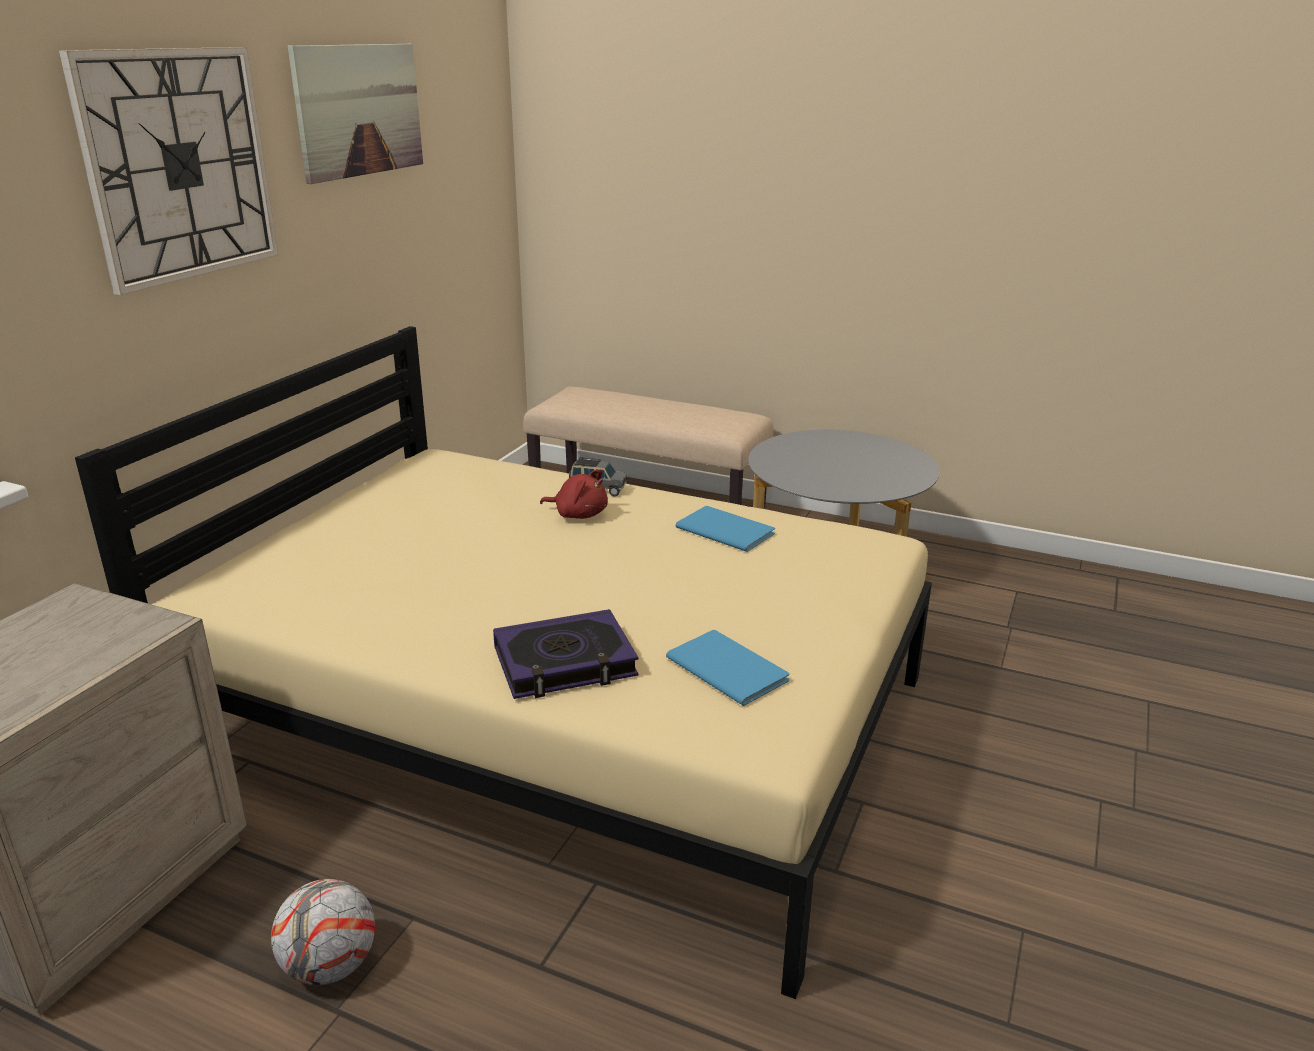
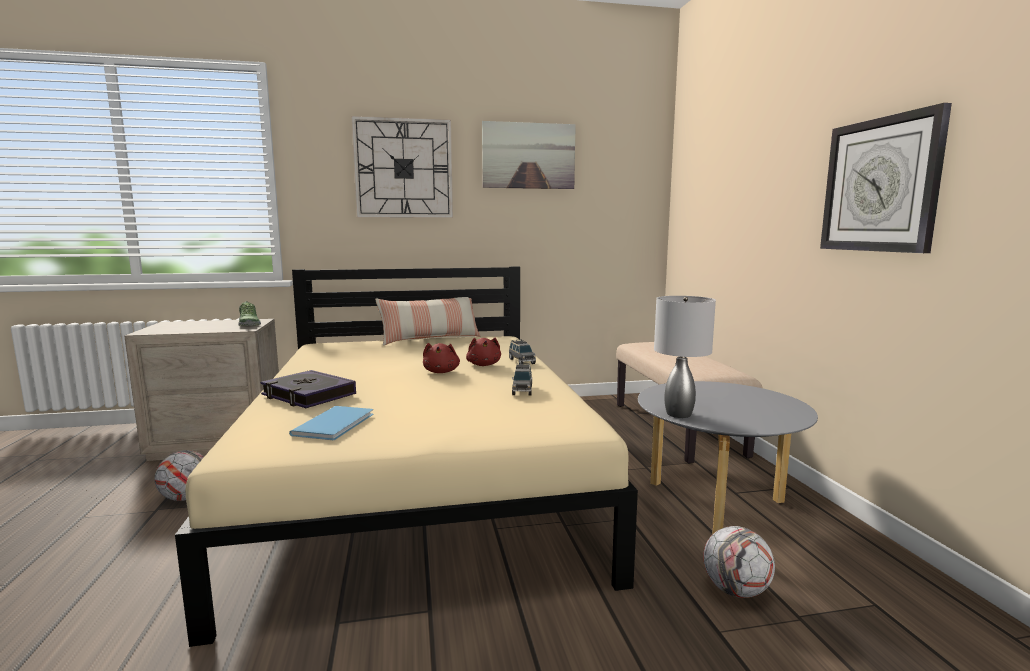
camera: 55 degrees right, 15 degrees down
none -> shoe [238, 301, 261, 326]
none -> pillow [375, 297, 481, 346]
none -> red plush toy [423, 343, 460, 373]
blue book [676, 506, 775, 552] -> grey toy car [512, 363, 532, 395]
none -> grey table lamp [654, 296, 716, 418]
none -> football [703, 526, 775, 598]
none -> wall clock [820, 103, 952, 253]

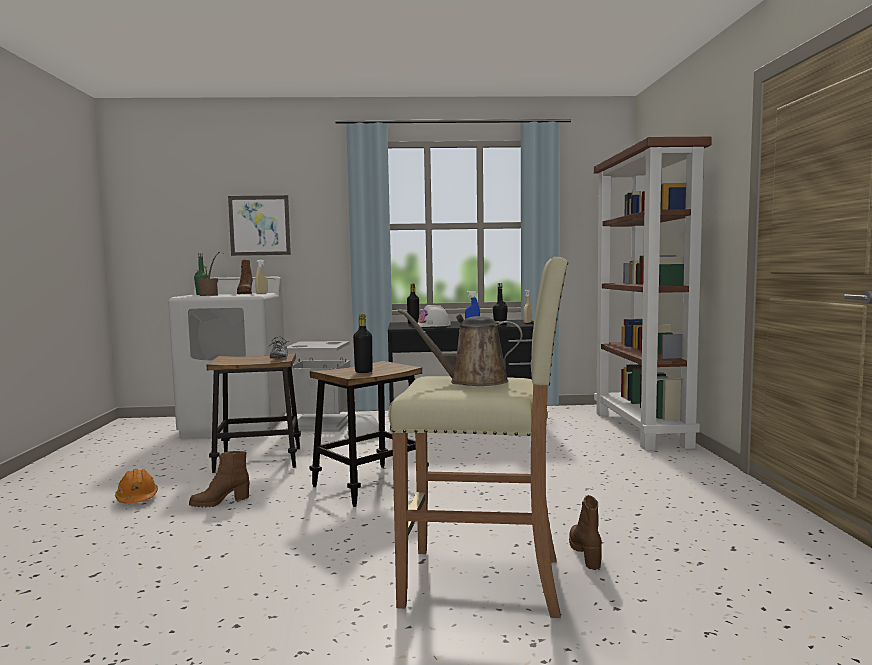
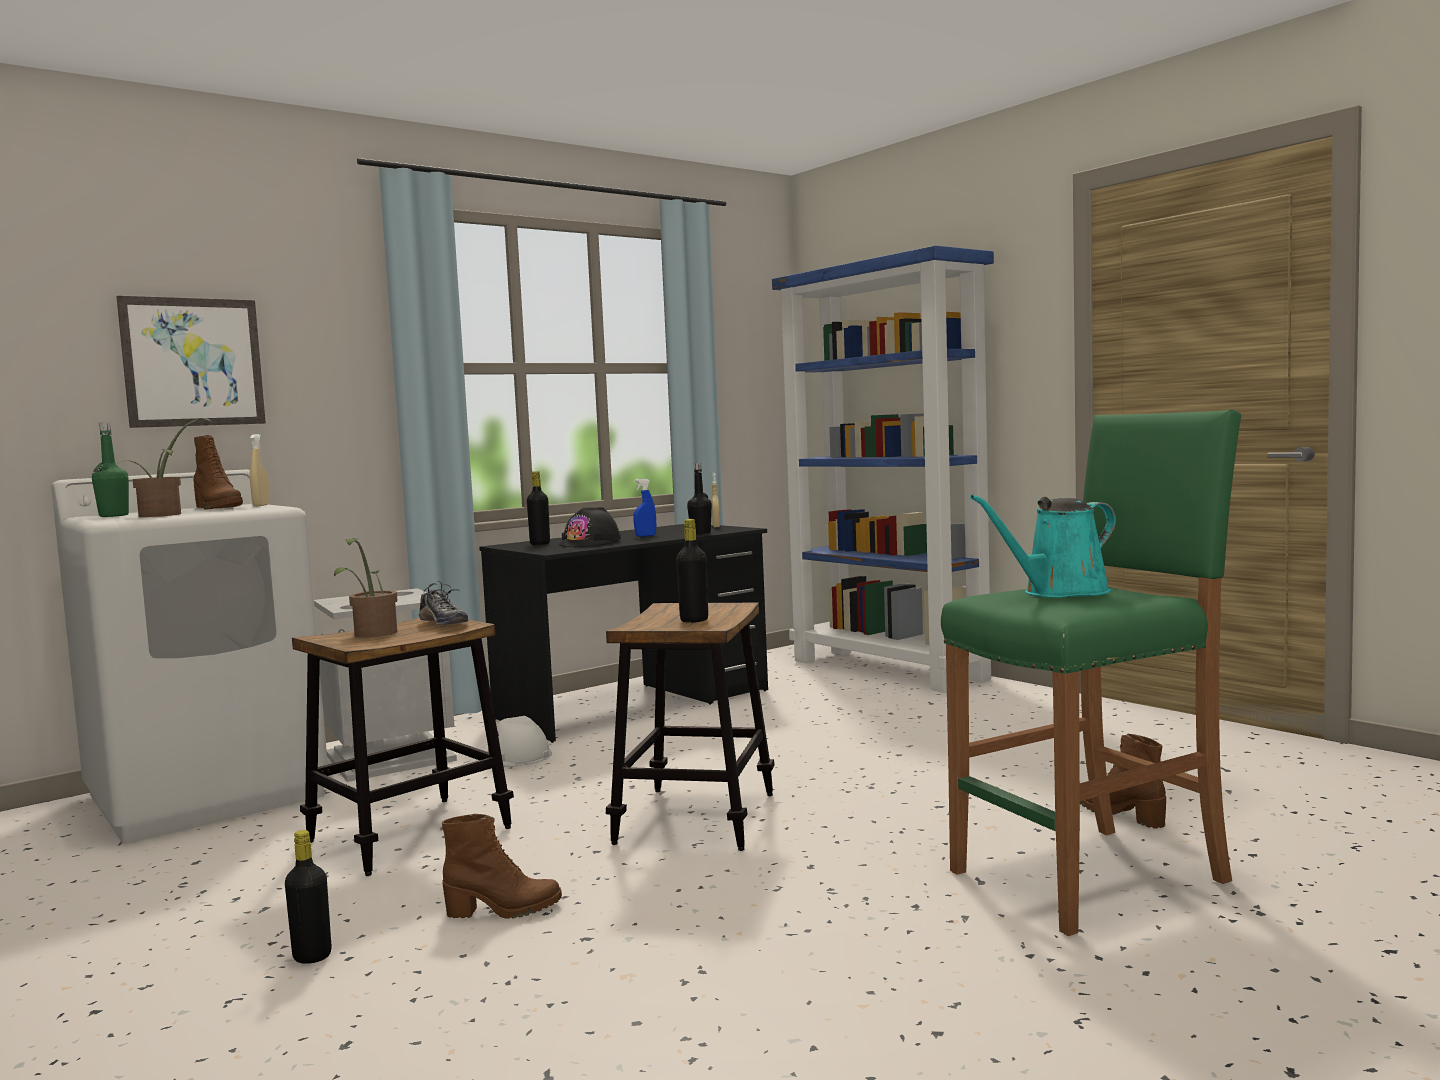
camera: 35 degrees left, 0 degrees up
orange hard hat [115, 469, 158, 503] -> black bottle [285, 830, 332, 964]
none -> potted plant [334, 538, 398, 638]
brown boot [189, 451, 249, 507] -> brown boot [442, 814, 562, 919], 120 degrees counterclockwise
white hard hat [418, 305, 451, 327] -> black hard hat [559, 507, 621, 547]
brown bookcase [594, 137, 712, 450] -> blue bookcase [772, 245, 994, 693]
beige stool [389, 257, 568, 618] -> green stool [941, 410, 1242, 936]
brown watering can [398, 309, 523, 386] -> turquoise watering can [970, 494, 1116, 598]

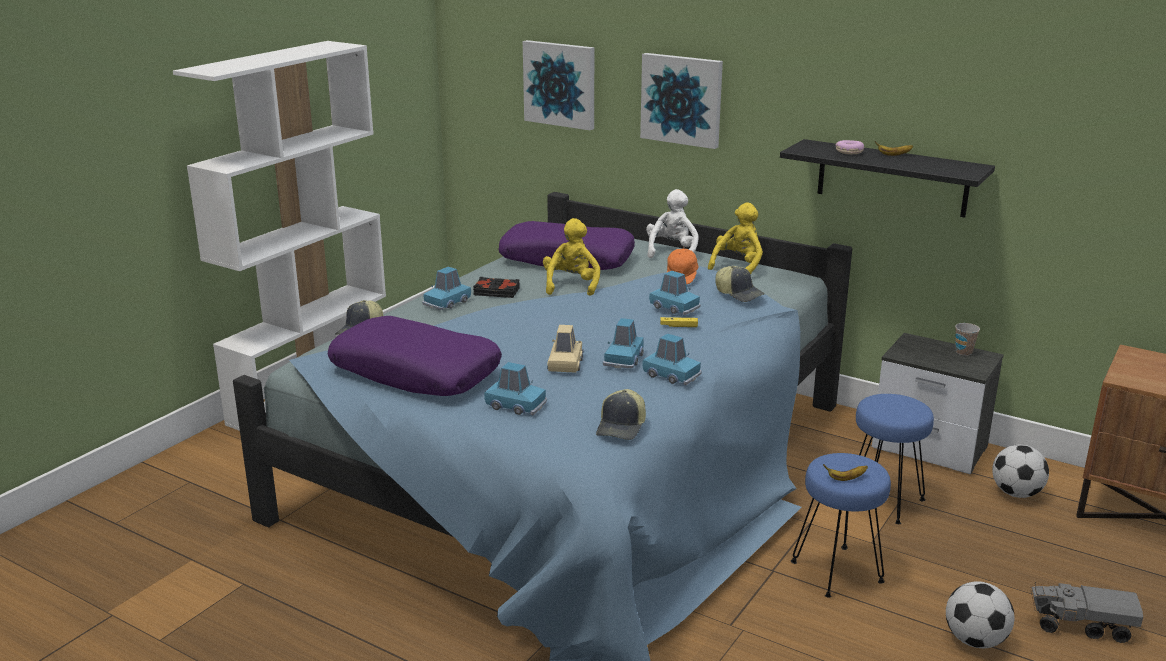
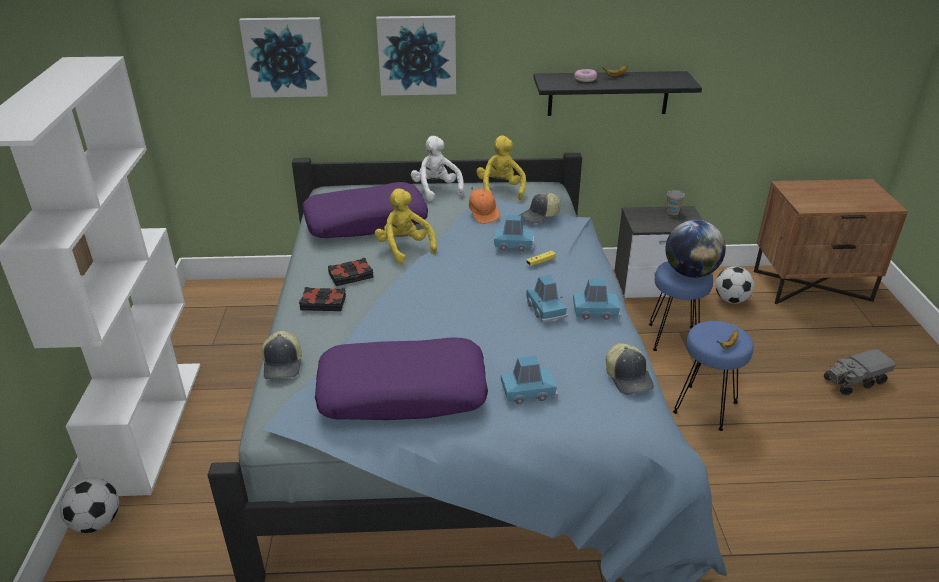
camera: 35 degrees left, 10 degrees up
football [946, 581, 1015, 648] -> football [60, 478, 119, 533], relocated
blue toy car [422, 267, 471, 310] -> black book [299, 287, 346, 311]
cap [715, 266, 764, 302] -> cap [520, 193, 560, 223], 135 degrees clockwise
none -> globe [666, 220, 726, 278]
beige toy car [547, 325, 583, 373] -> none

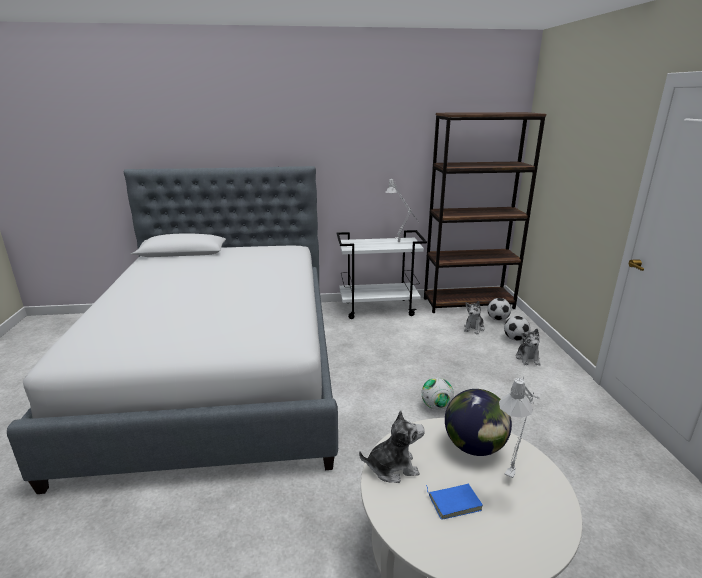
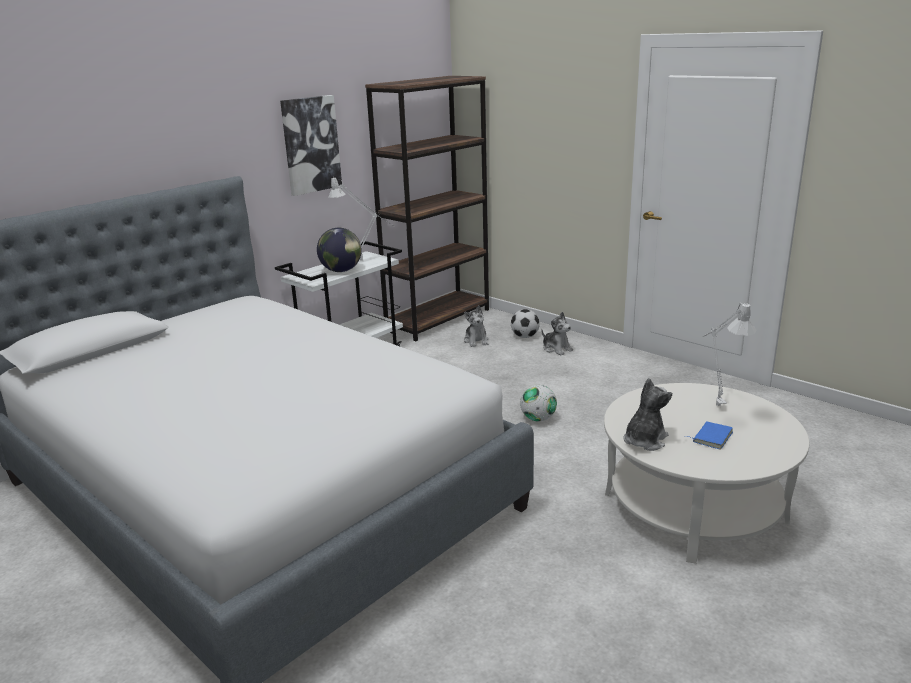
camera: 40 degrees left, 0 degrees up
none -> picture [280, 95, 342, 196]
globe [445, 389, 512, 456] -> globe [317, 228, 362, 272], relocated
football [487, 298, 511, 321] -> none

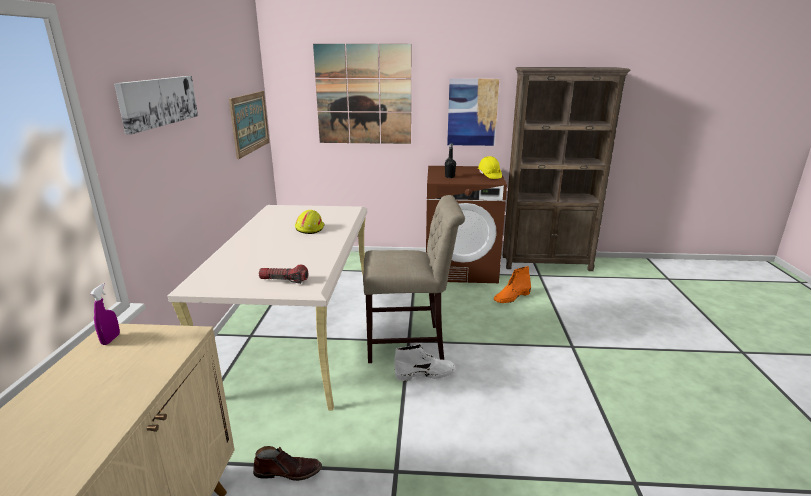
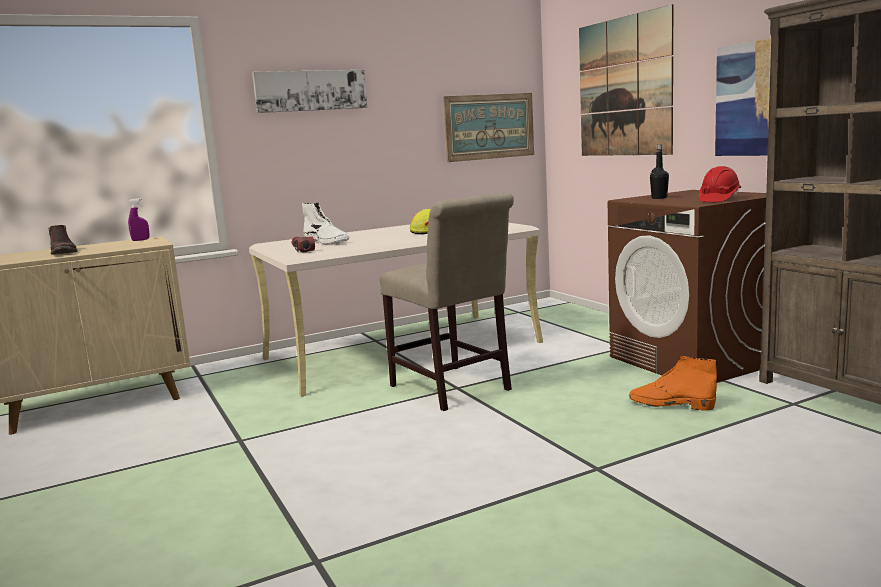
camera: 60 degrees right, 10 degrees down
brown boot [253, 446, 322, 481] -> brown boot [48, 225, 77, 255], relocated
white boot [394, 343, 456, 381] -> white boot [302, 202, 349, 244], relocated
yellow hard hat [478, 156, 502, 179] -> red hard hat [699, 166, 741, 202]

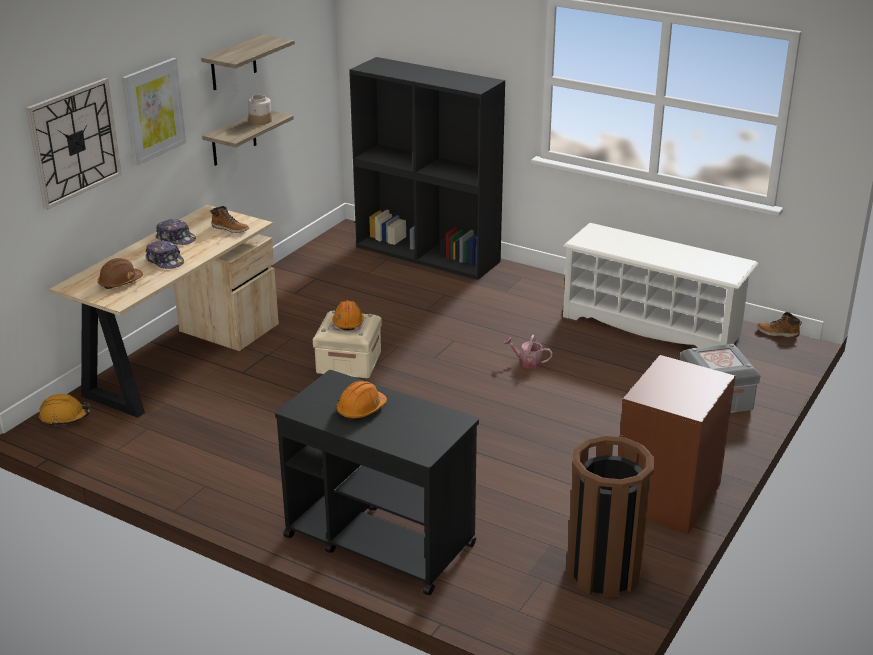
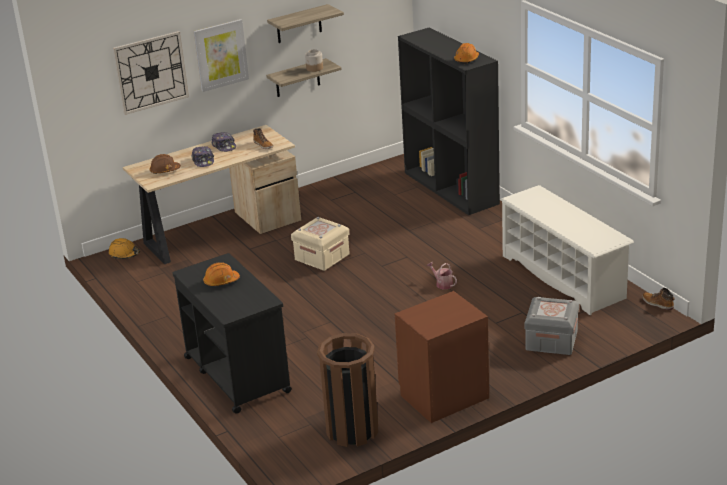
camera: 30 degrees right, 0 degrees up
orange hard hat [332, 300, 364, 331] -> orange hard hat [454, 43, 479, 64], relocated

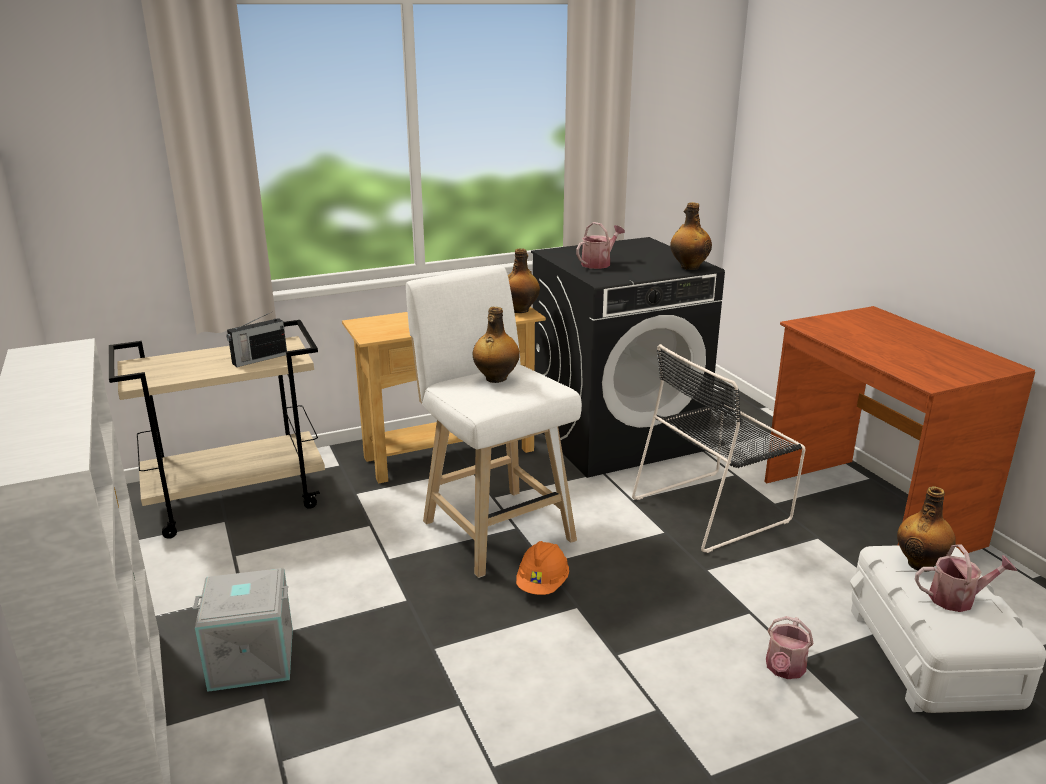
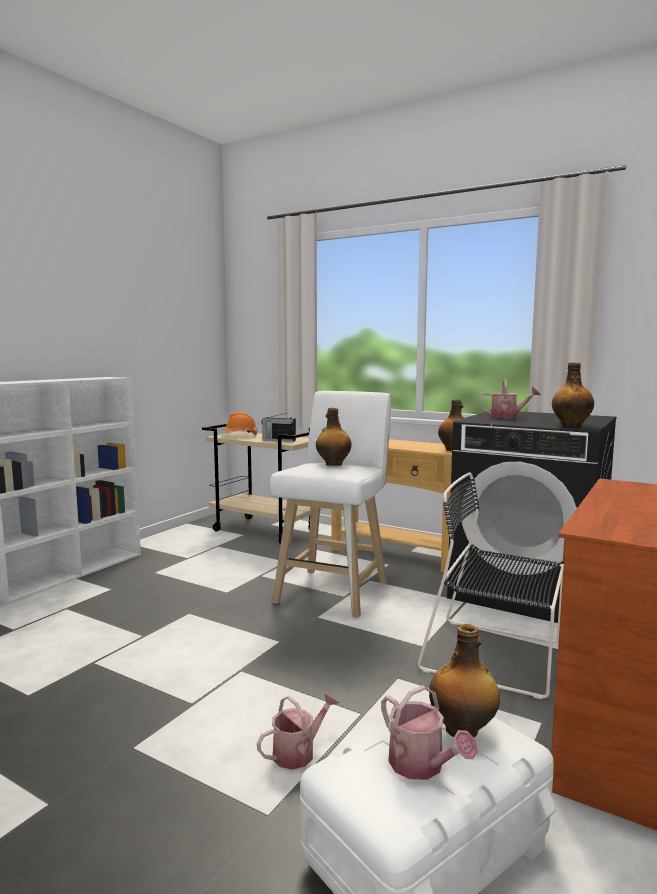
camera: 55 degrees right, 15 degrees down
orange hard hat [516, 541, 569, 595] -> orange hard hat [222, 412, 258, 436], relocated
watering can [766, 616, 813, 679] -> watering can [257, 692, 339, 770], 150 degrees clockwise
grey storage box [193, 568, 293, 692] -> none

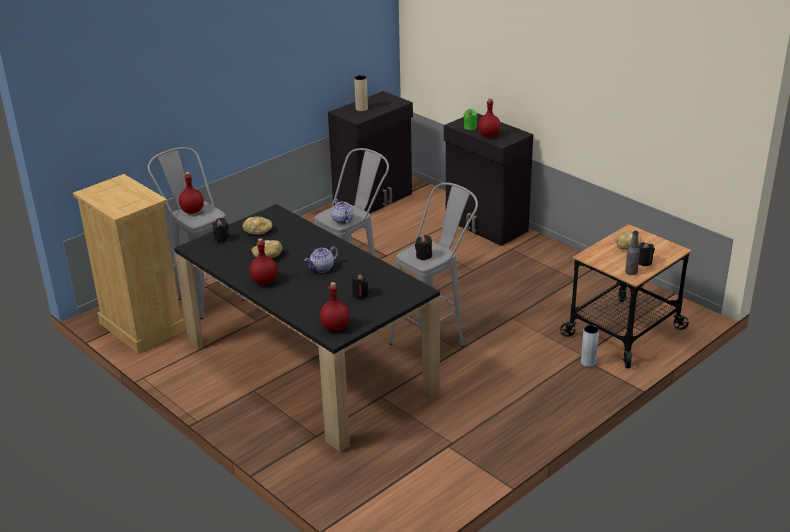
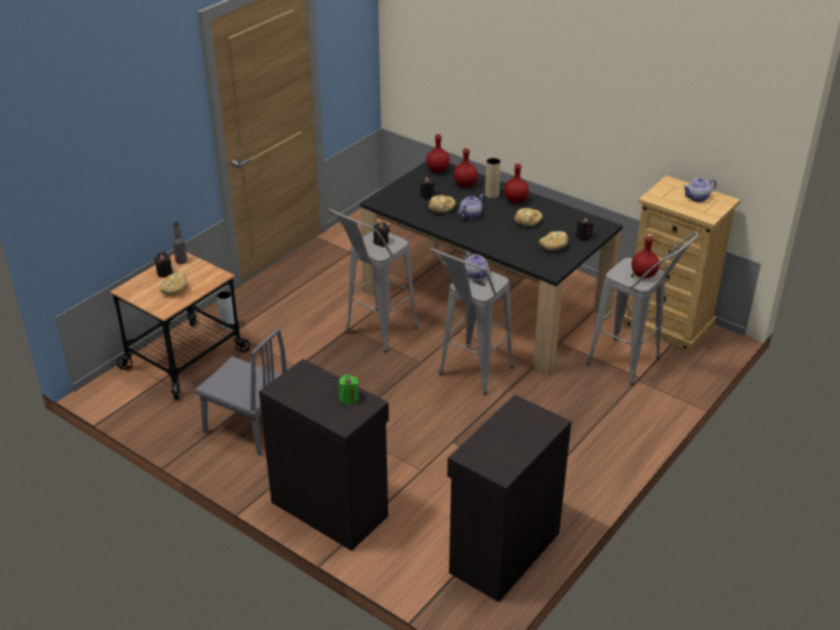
camera: 170 degrees right, 5 degrees up
none -> grey chair [194, 328, 287, 456]
none -> bread [429, 195, 456, 213]
red bottle [478, 98, 501, 137] -> red bottle [453, 146, 478, 187], relocated
beige vase [354, 75, 368, 111] -> beige vase [485, 158, 501, 198], relocated
none -> teapot [683, 178, 717, 202]

